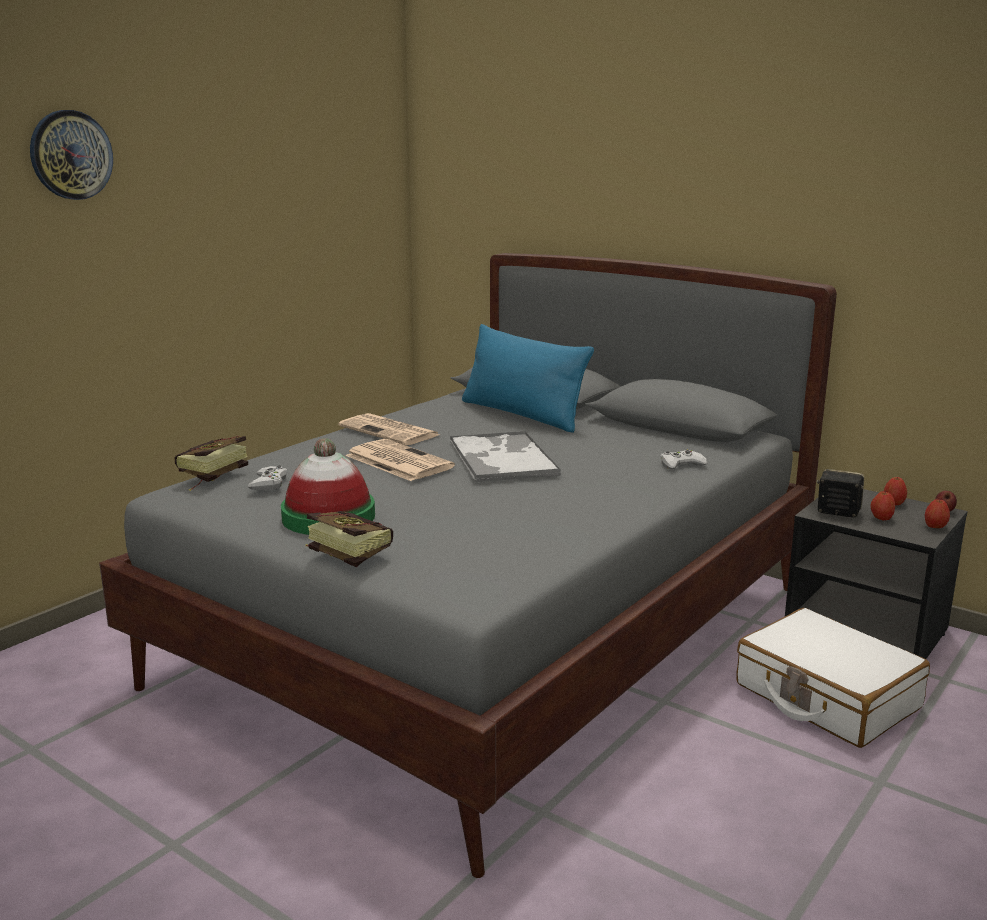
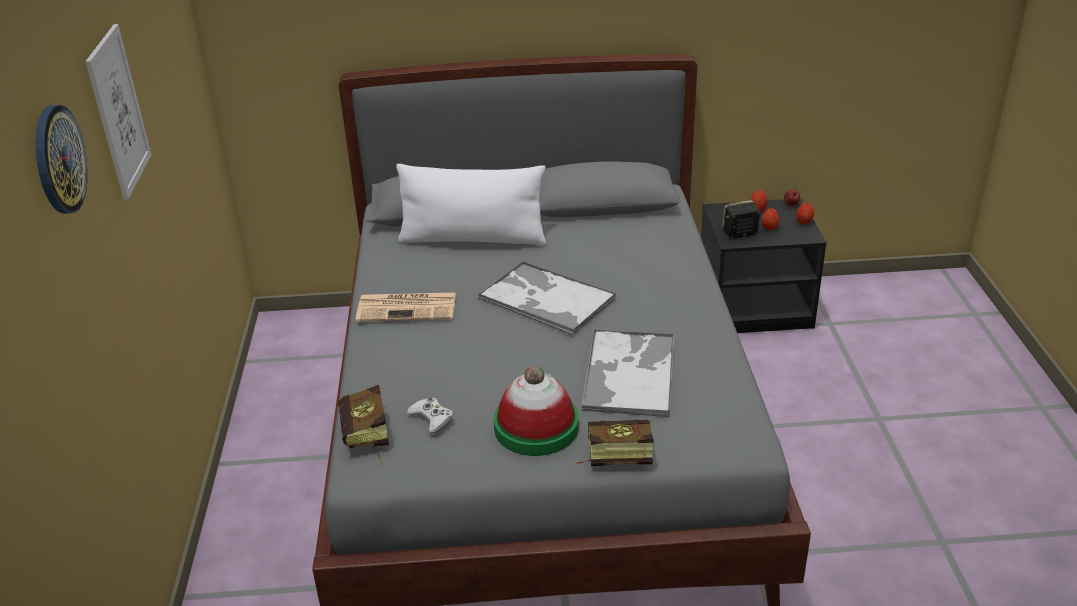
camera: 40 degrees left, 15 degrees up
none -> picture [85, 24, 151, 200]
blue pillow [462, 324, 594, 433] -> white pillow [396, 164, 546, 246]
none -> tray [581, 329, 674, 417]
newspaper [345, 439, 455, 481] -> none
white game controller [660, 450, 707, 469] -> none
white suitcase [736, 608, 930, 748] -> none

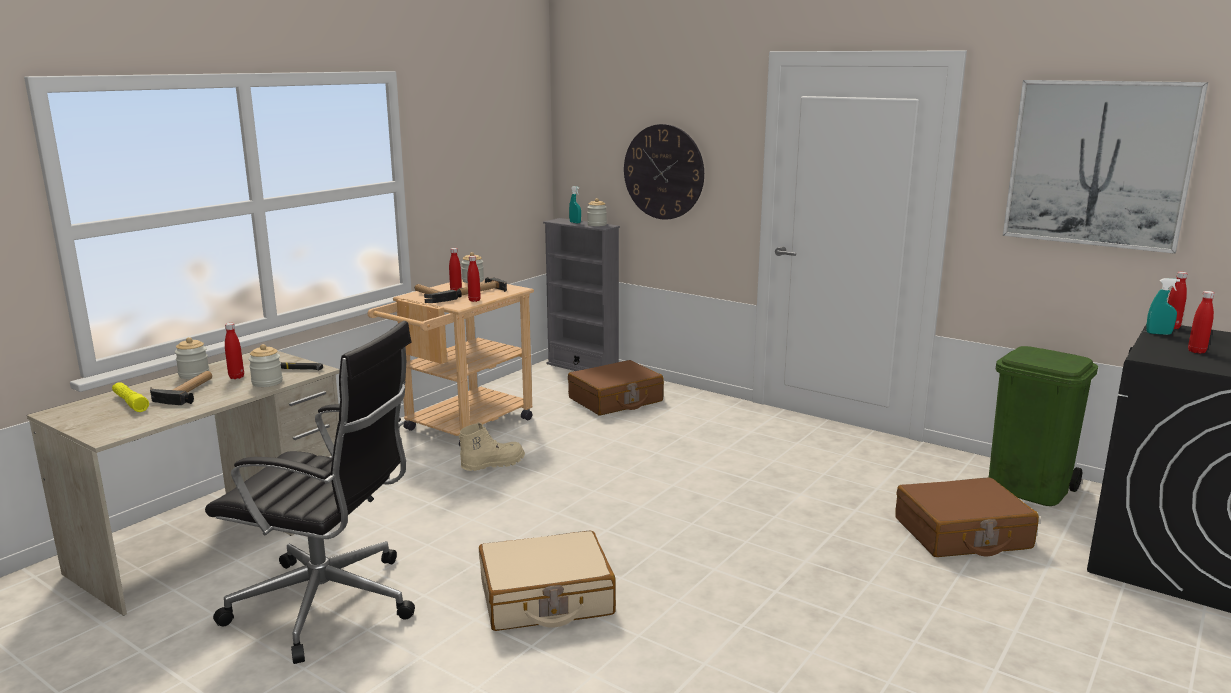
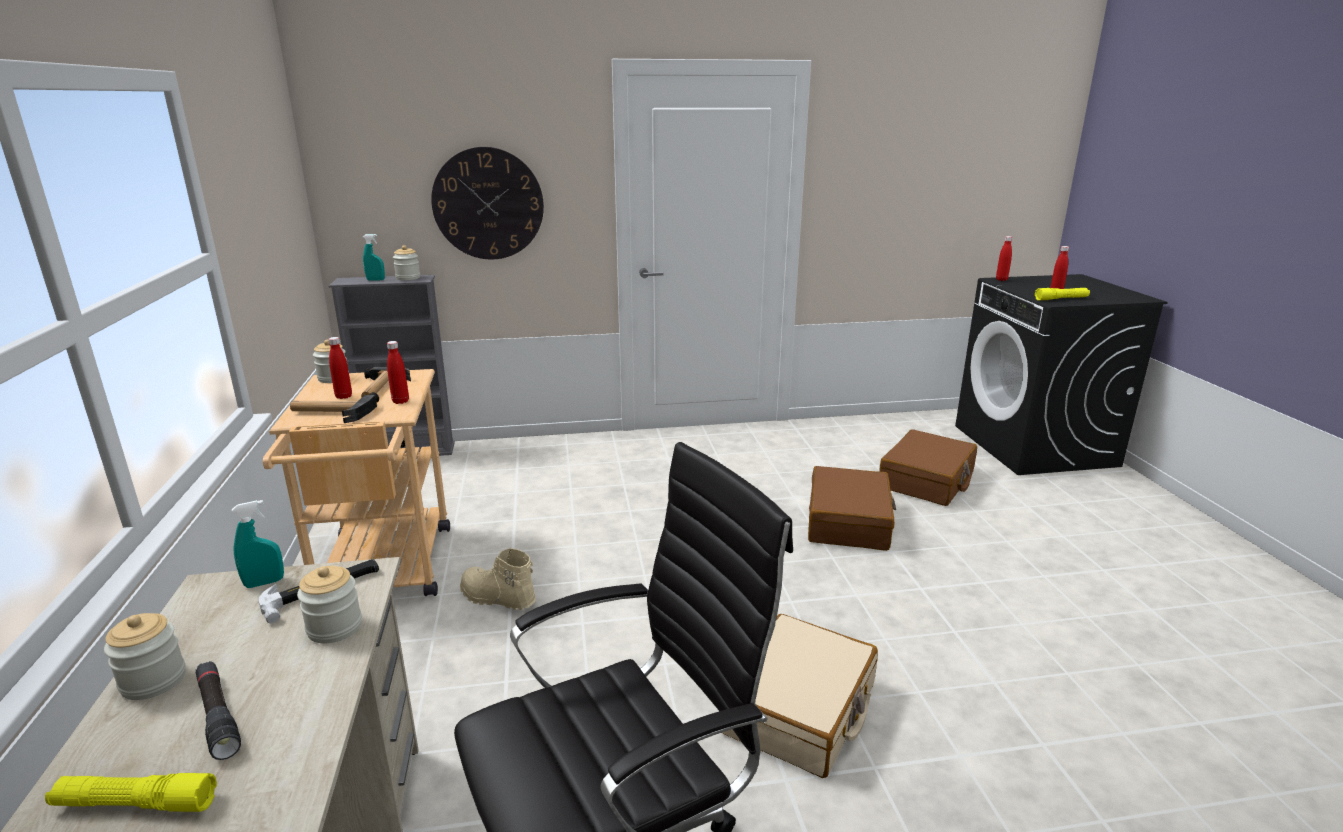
camera: 45 degrees left, 5 degrees up
hammer [150, 371, 212, 405] -> black flashlight [196, 661, 241, 760]
turquoise spray bottle [1146, 278, 1180, 335] -> turquoise spray bottle [232, 500, 284, 588], relocated
beige boot [459, 422, 525, 471] -> beige boot [460, 548, 536, 610], 75 degrees counterclockwise
brown suitcase [568, 360, 664, 415] -> brown suitcase [808, 466, 896, 551], relocated
none -> yellow flashlight [1035, 288, 1090, 300]
red bottle [225, 323, 244, 379] -> none
green trash can [989, 346, 1098, 506] -> none
picture [1003, 80, 1208, 254] -> none

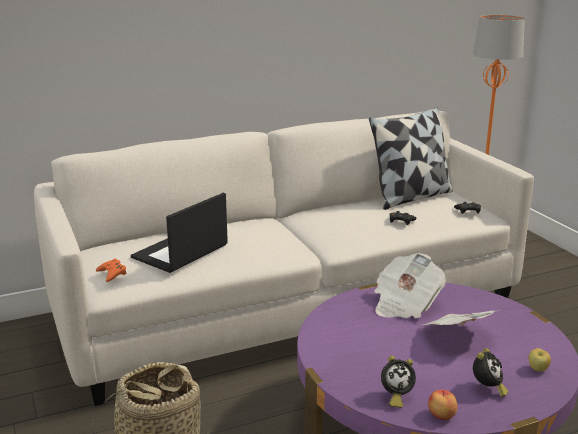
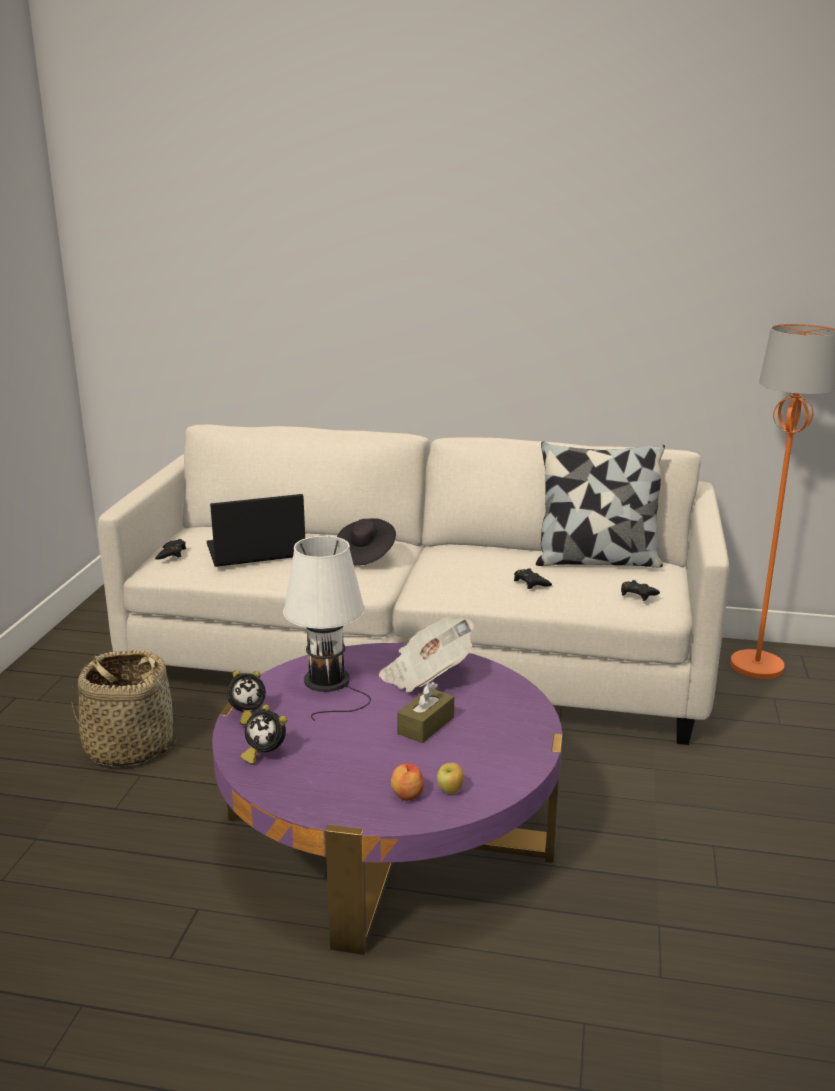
camera: 35 degrees right, 0 degrees up
orange game controller [96, 259, 127, 282] -> black game controller [155, 539, 186, 560]
alarm clock [473, 348, 508, 397] -> alarm clock [227, 670, 266, 725], relocated
none -> white table lamp [283, 536, 371, 721]
none -> black hat [337, 518, 396, 565]
apple [428, 390, 458, 420] -> apple [391, 764, 424, 801], relocated
newspaper [421, 310, 500, 325] -> brown tissue box [397, 682, 454, 743]

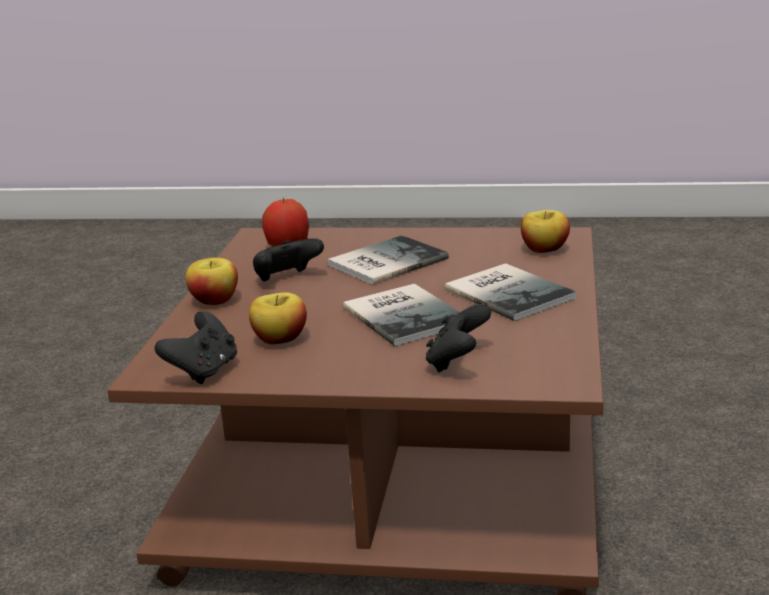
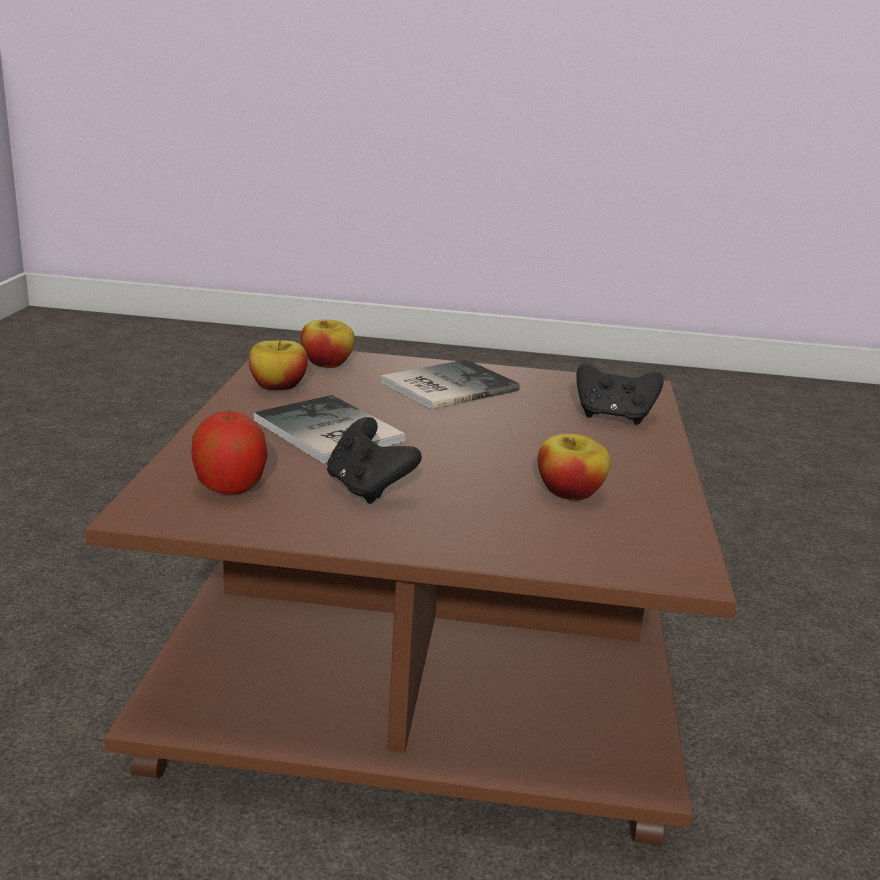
camera: 95 degrees left, 0 degrees up
apple [185, 258, 238, 305] -> apple [249, 341, 308, 390], relocated
black game controller [155, 311, 237, 384] -> none
book [343, 284, 460, 346] -> none

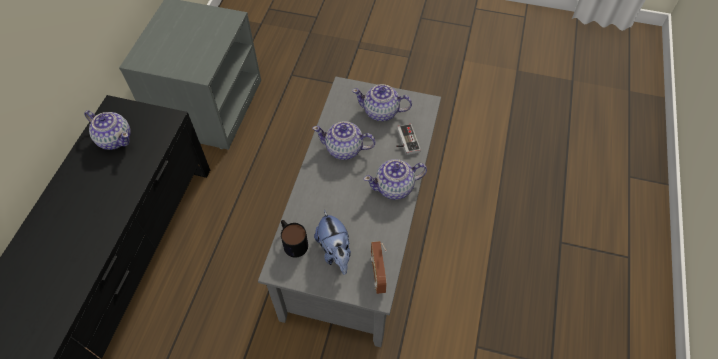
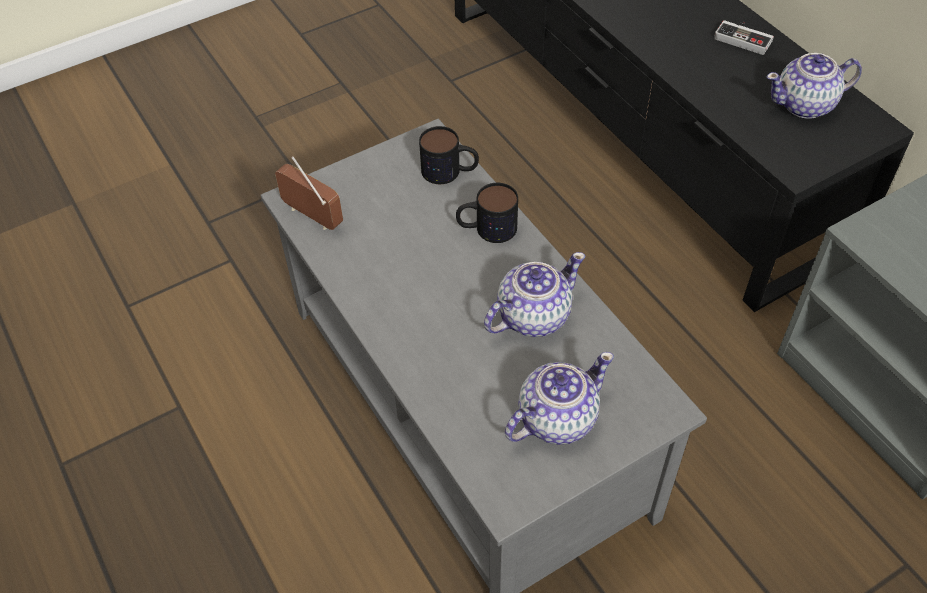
camera: 135 degrees right, 5 degrees down
none -> mug [456, 183, 518, 243]
game controller [396, 124, 421, 155] -> game controller [714, 20, 774, 55], relocated
plush toy [314, 210, 351, 275] -> none
teapot [364, 159, 427, 200] -> none

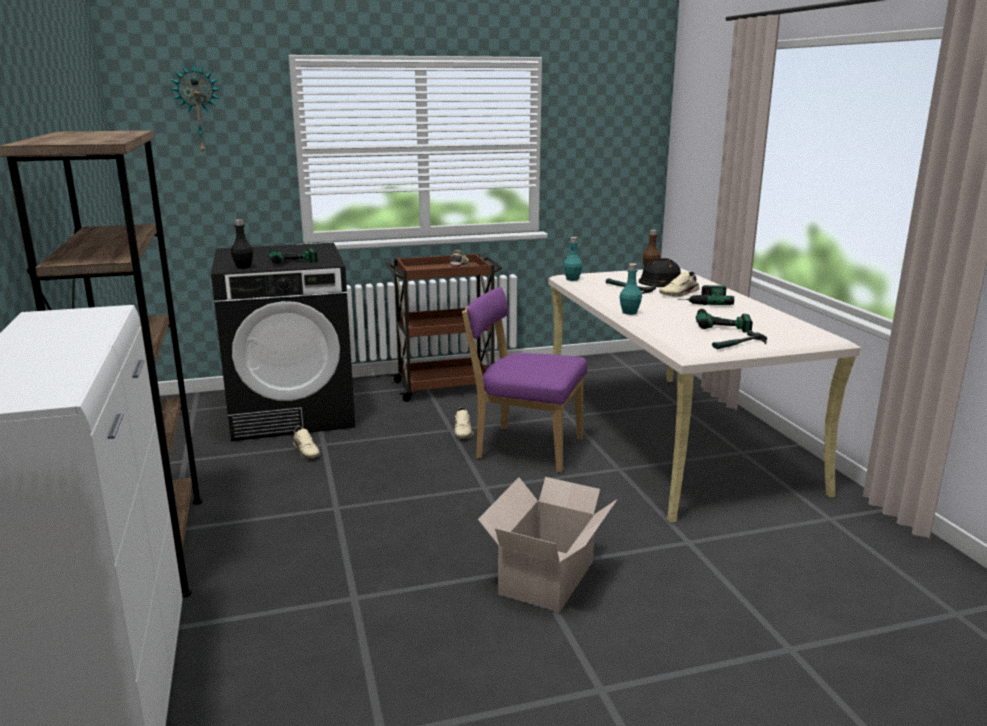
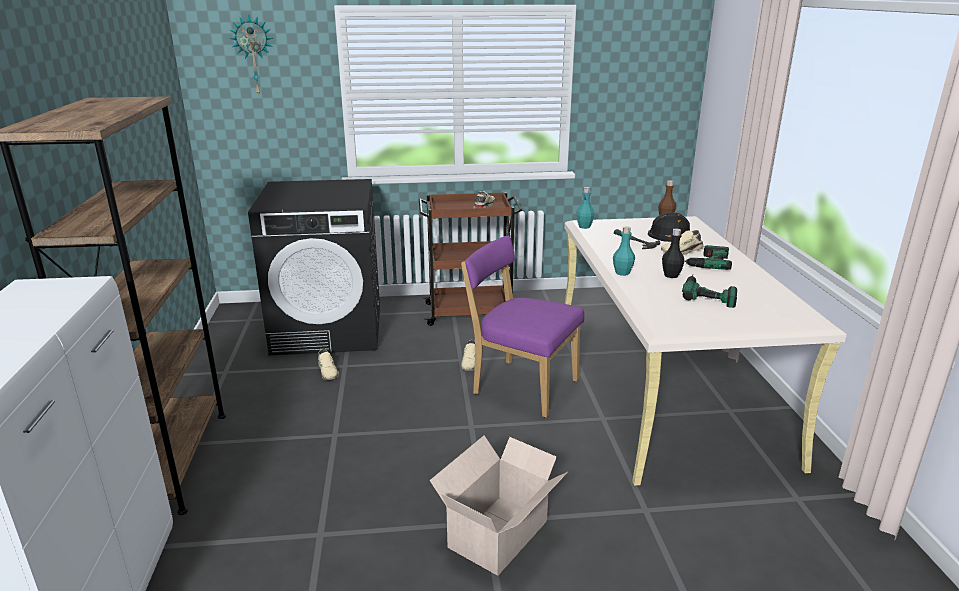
camera: 10 degrees right, 5 degrees up
black bottle [231, 219, 253, 269] -> black bottle [662, 229, 684, 278], relocated
power drill [268, 248, 318, 264] -> none
hammer [712, 330, 767, 349] -> none

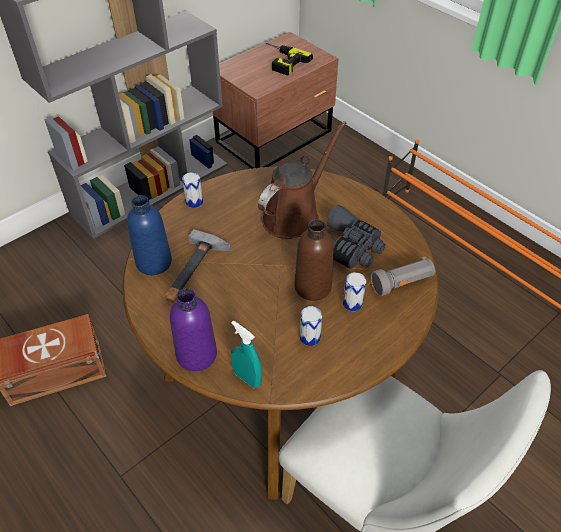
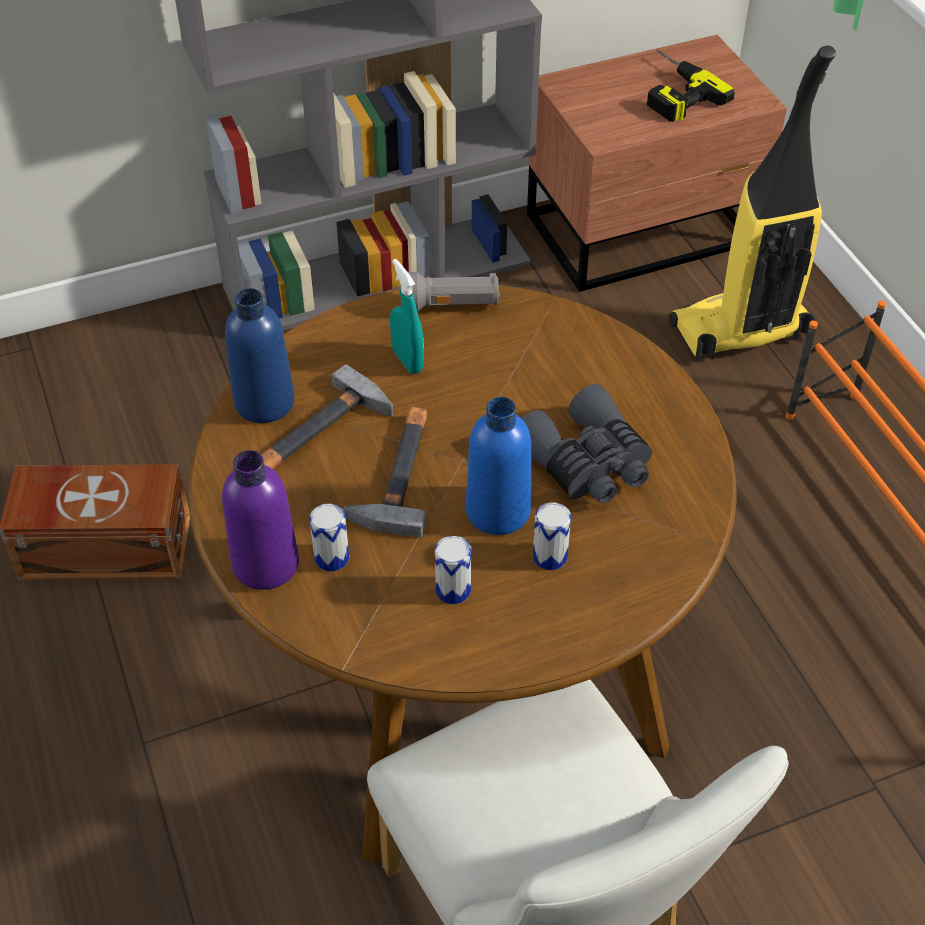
camera: 20 degrees right, 0 degrees up
can [182, 172, 203, 208] -> can [309, 503, 349, 571], relocated
none -> hammer [343, 407, 427, 537]
turquoise spray bottle [231, 321, 263, 388] -> turquoise spray bottle [390, 259, 424, 374], relocated
grey flashlight [371, 257, 435, 296] -> grey flashlight [408, 272, 500, 312], relocated
brown bottle [294, 220, 334, 301] -> blue bottle [466, 397, 531, 535]
none -> vacuum cleaner [669, 46, 836, 363]
brown watering can [258, 121, 346, 239] -> none

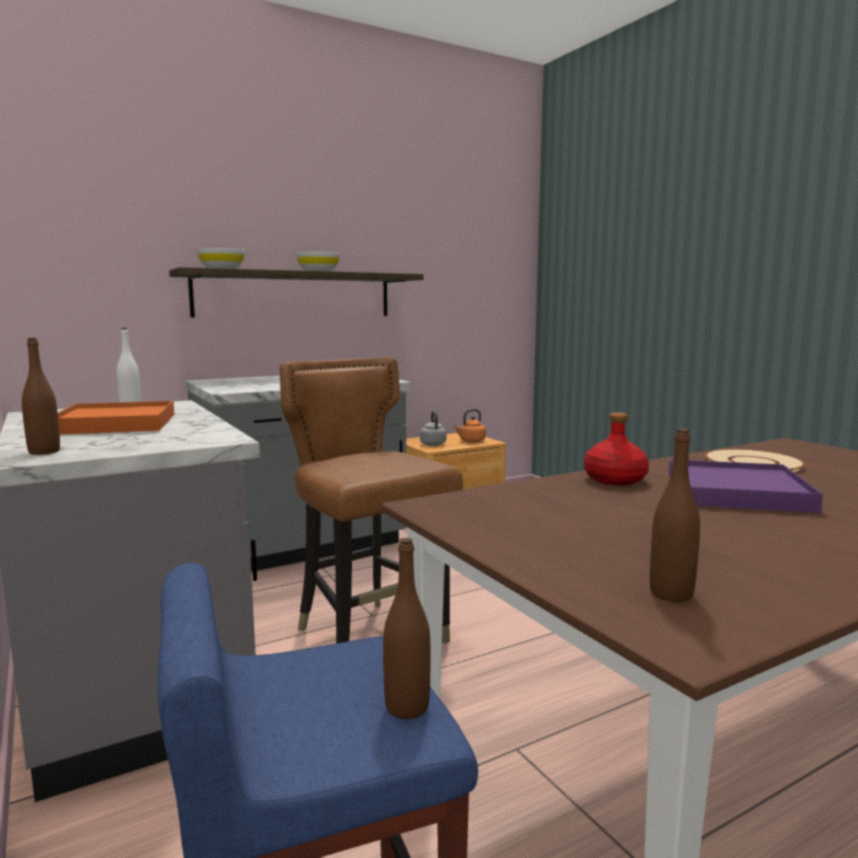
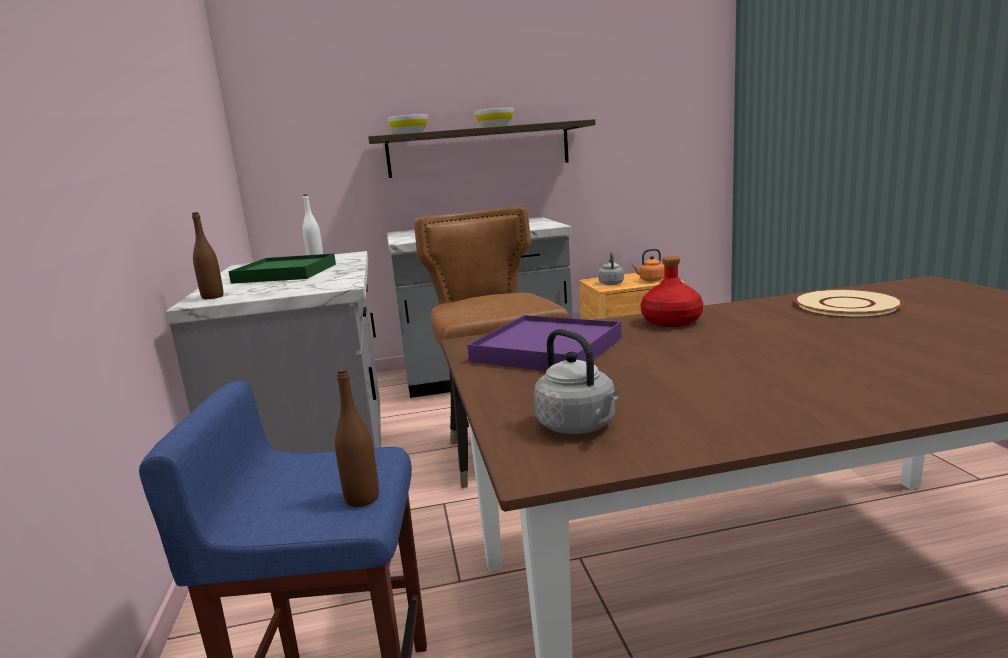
camera: 20 degrees right, 5 degrees up
orange tray [58, 401, 174, 435] -> green tray [228, 254, 336, 284]
purple tray [669, 459, 823, 513] -> purple tray [467, 315, 622, 371], relocated
brown bottle [650, 429, 700, 602] -> grey kettle [534, 329, 619, 434]

